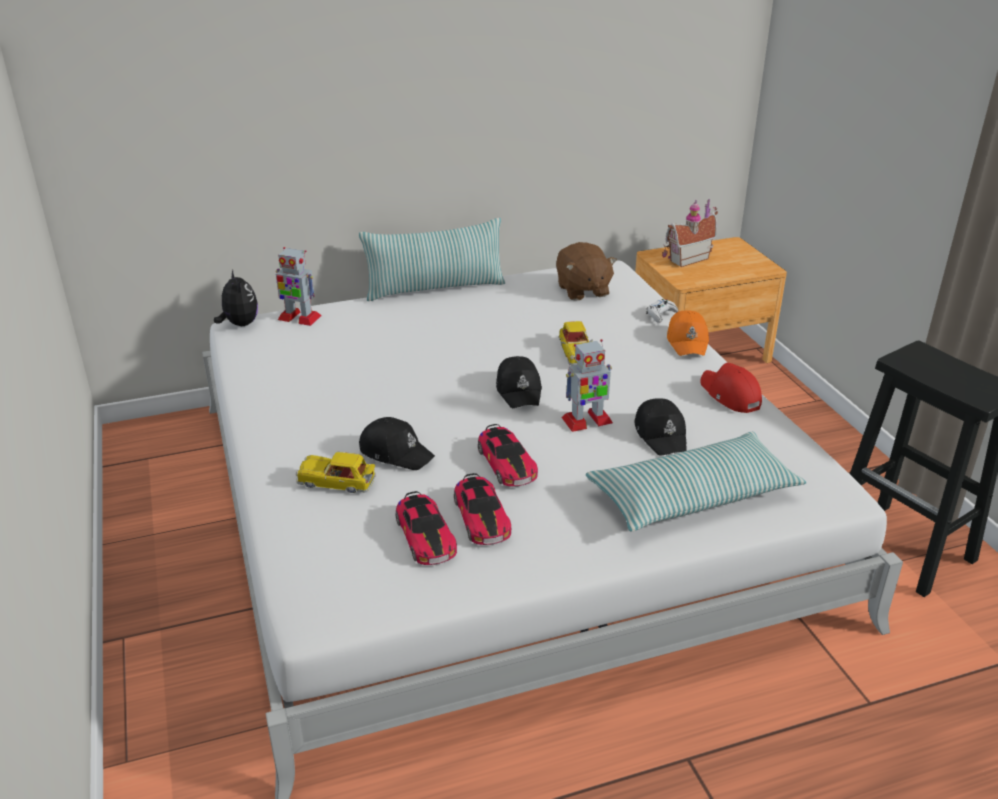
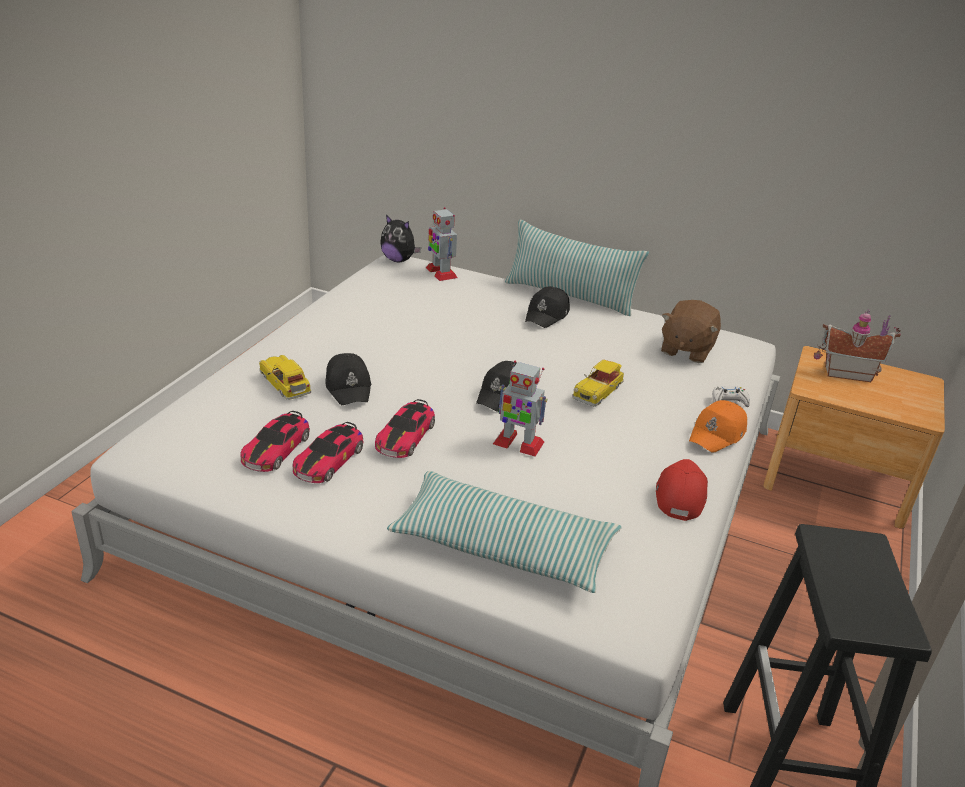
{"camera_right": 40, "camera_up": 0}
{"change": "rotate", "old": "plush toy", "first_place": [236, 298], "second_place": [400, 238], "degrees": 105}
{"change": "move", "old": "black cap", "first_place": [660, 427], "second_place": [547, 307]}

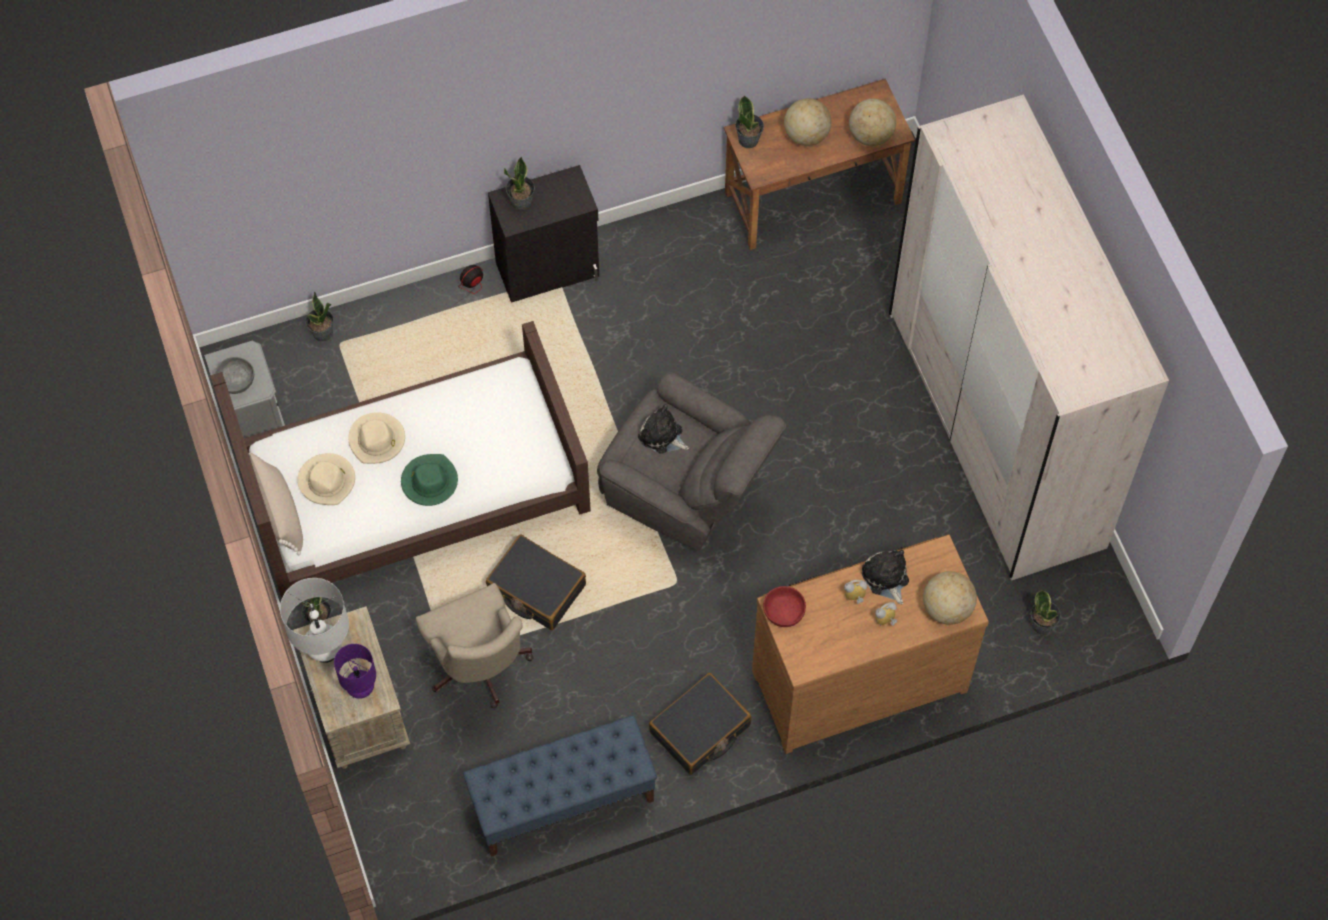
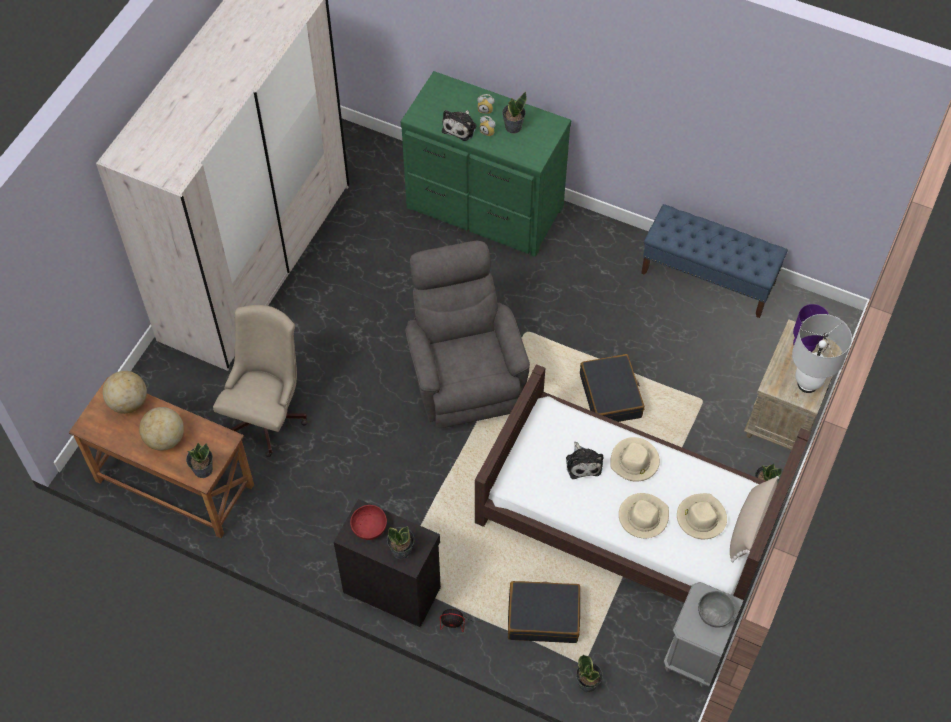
{"camera_right": -135, "camera_up": -5}
{"change": "move", "old": "beige office chair", "first_place": [475, 645], "second_place": [260, 381]}
{"change": "move", "old": "red bowl", "first_place": [784, 606], "second_place": [368, 522]}
{"change": "recolor", "old": "brown dresser", "new": "green dresser", "first_place": [870, 644], "second_place": [486, 164]}
{"change": "move", "old": "potted plant", "first_place": [1046, 612], "second_place": [514, 112]}
{"change": "move", "old": "black suitcase", "first_place": [700, 724], "second_place": [544, 612]}
{"change": "move", "old": "plush toy", "first_place": [663, 429], "second_place": [584, 460]}
{"change": "recolor", "old": "green hat", "new": "beige hat", "first_place": [429, 480], "second_place": [635, 459]}
{"change": "delete", "old": "globe", "first_place": [950, 598]}

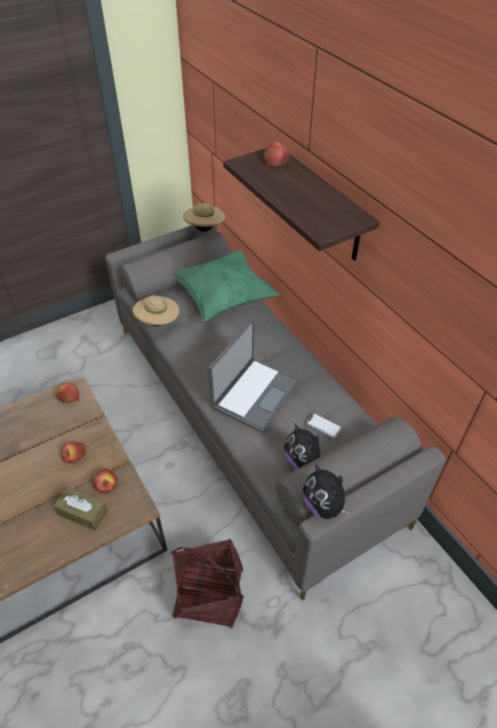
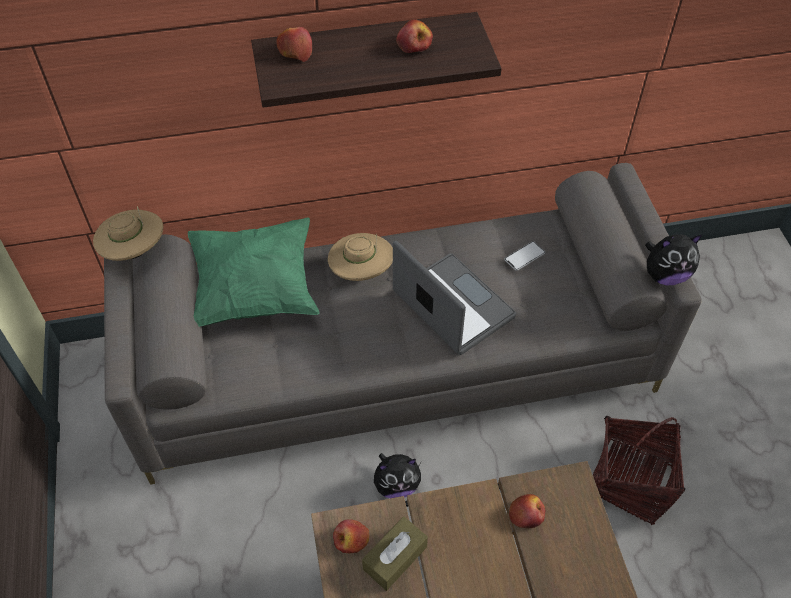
{"camera_right": -70, "camera_up": 5}
{"change": "move", "old": "beige hat", "first_place": [156, 311], "second_place": [360, 257]}
{"change": "move", "old": "brown tissue box", "first_place": [81, 509], "second_place": [395, 553]}
{"change": "move", "old": "plush toy", "first_place": [302, 446], "second_place": [397, 475]}
{"change": "move", "old": "apple", "first_place": [74, 452], "second_place": [414, 36]}

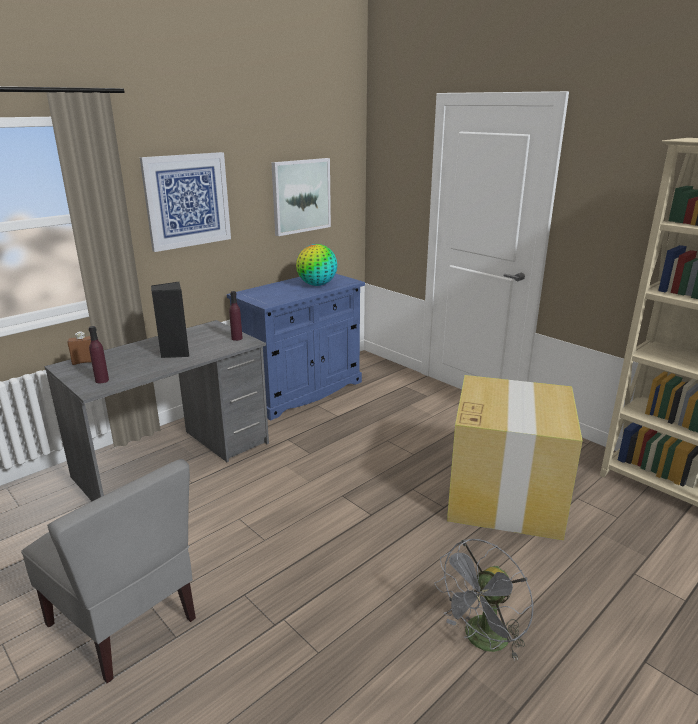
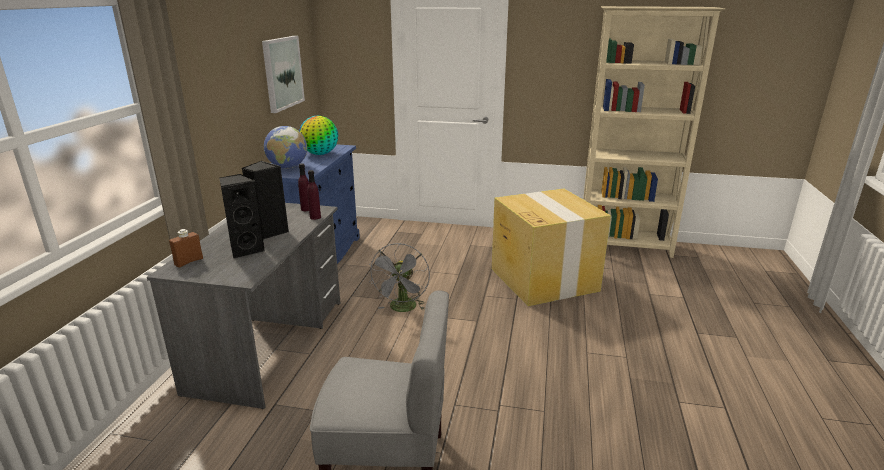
{"camera_right": -35, "camera_up": 0}
{"change": "insert", "new": "black speaker", "second_place": [242, 216]}
{"change": "insert", "new": "globe", "second_place": [285, 147]}
{"change": "move", "old": "purple bottle", "first_place": [99, 355], "second_place": [314, 195]}
{"change": "move", "old": "grey fan", "first_place": [484, 600], "second_place": [399, 277]}
{"change": "delete", "old": "picture", "first_place": [185, 202]}

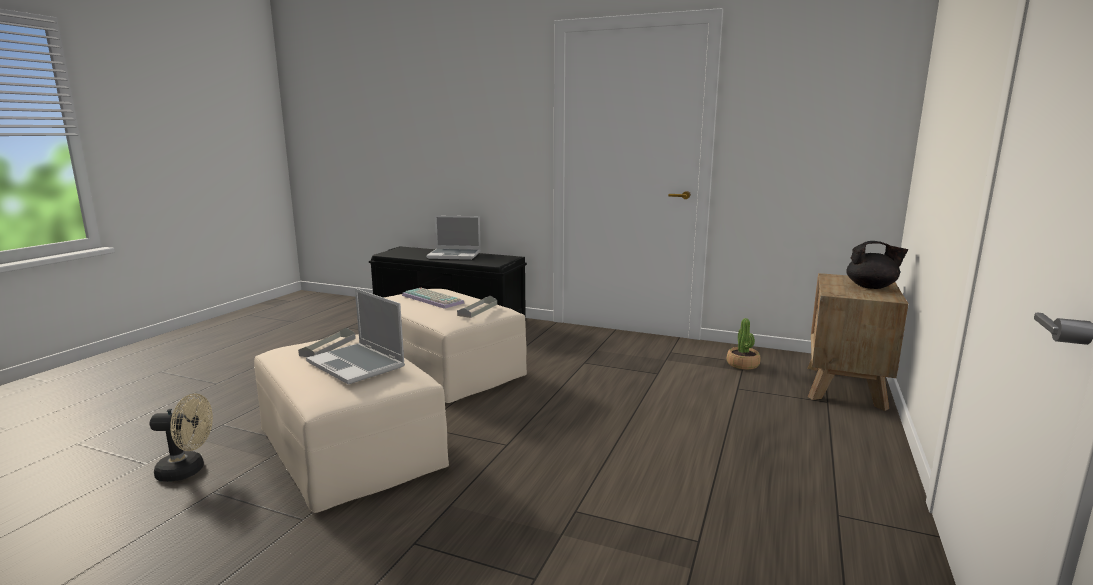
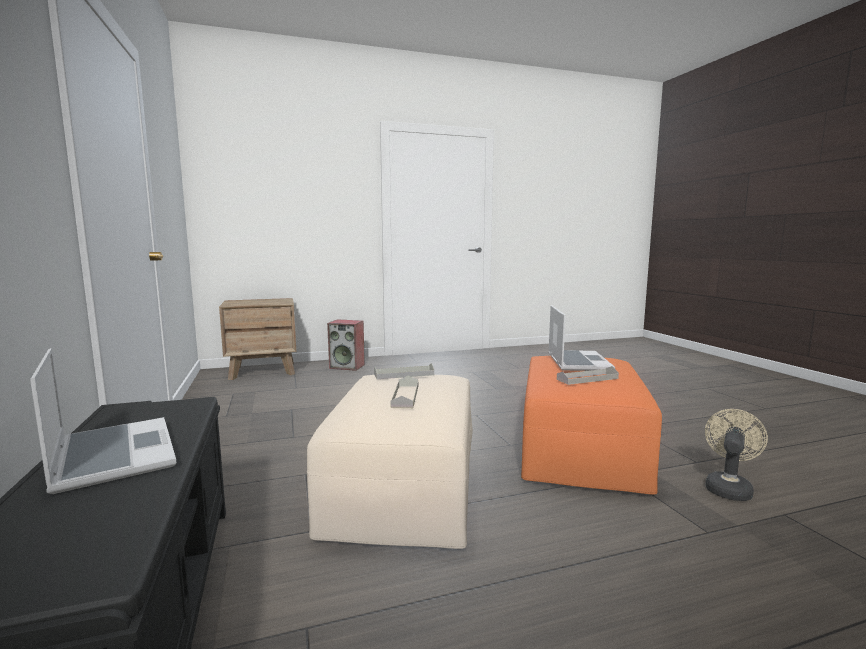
{"camera_right": -130, "camera_up": -5}
{"change": "insert", "new": "speaker", "second_place": [346, 345]}
{"change": "replace", "old": "keyboard", "new": "grey tray", "first_place": [433, 298], "second_place": [404, 391]}
{"change": "recolor", "old": "beige ottoman", "new": "orange ottoman", "first_place": [351, 423], "second_place": [591, 425]}
{"change": "rotate", "old": "beige fan", "first_place": [181, 437], "second_place": [736, 455], "degrees": 75}
{"change": "delete", "old": "potted plant", "first_place": [743, 344]}
{"change": "delete", "old": "black teapot", "first_place": [877, 265]}

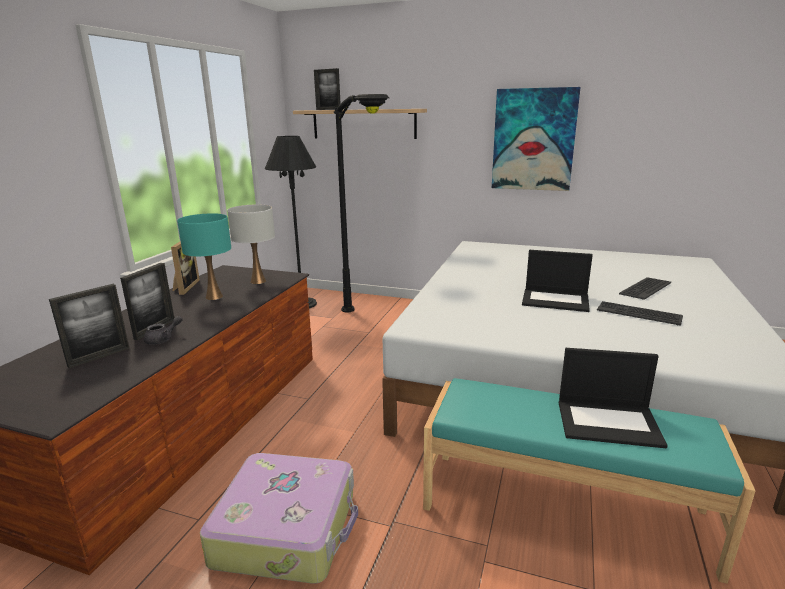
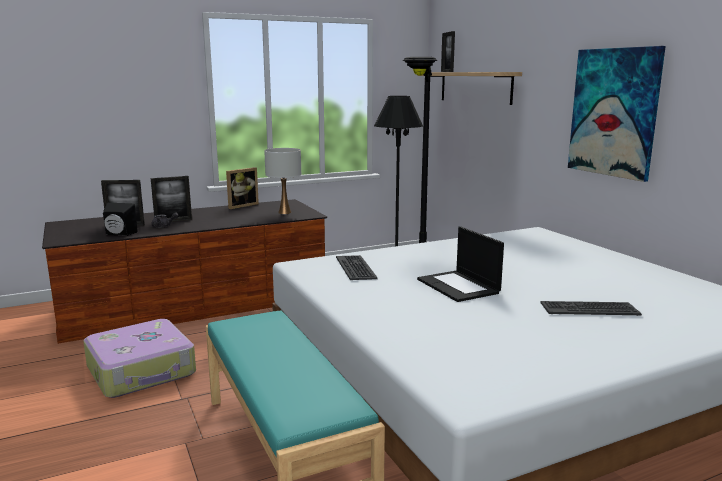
{"camera_right": 45, "camera_up": -5}
{"change": "insert", "new": "black speaker", "second_place": [120, 219]}
{"change": "move", "old": "keyboard", "first_place": [640, 313], "second_place": [357, 267]}
{"change": "delete", "old": "turquoise table lamp", "first_place": [204, 256]}
{"change": "delete", "old": "laptop", "first_place": [613, 398]}

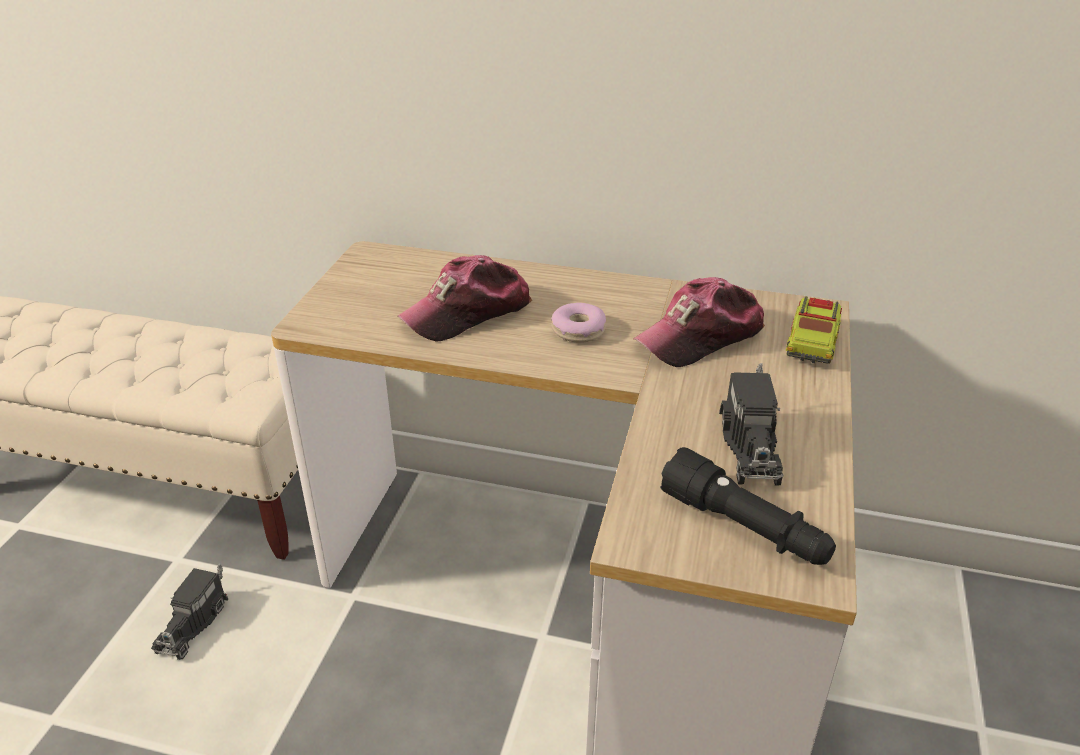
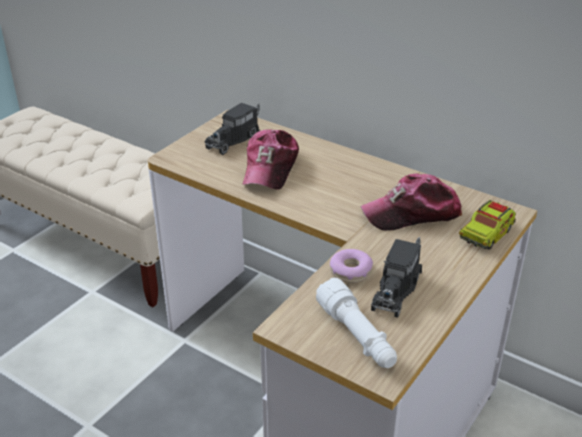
{"camera_right": 20, "camera_up": 0}
{"change": "move", "old": "toy truck", "first_place": [189, 612], "second_place": [232, 129]}
{"change": "rotate", "old": "cap", "first_place": [464, 298], "second_place": [270, 159], "degrees": -60}
{"change": "recolor", "old": "black flashlight", "new": "white flashlight", "first_place": [748, 506], "second_place": [356, 323]}
{"change": "move", "old": "donut", "first_place": [578, 323], "second_place": [351, 266]}

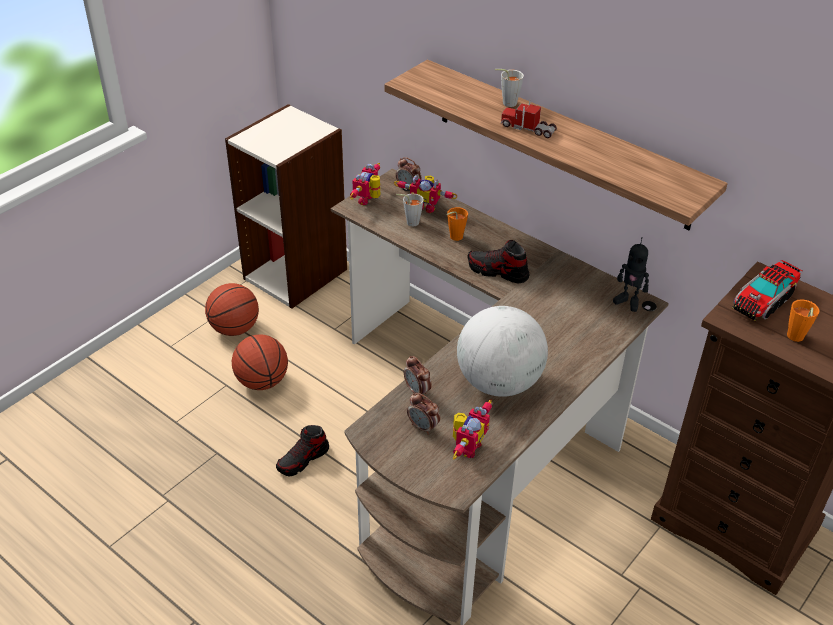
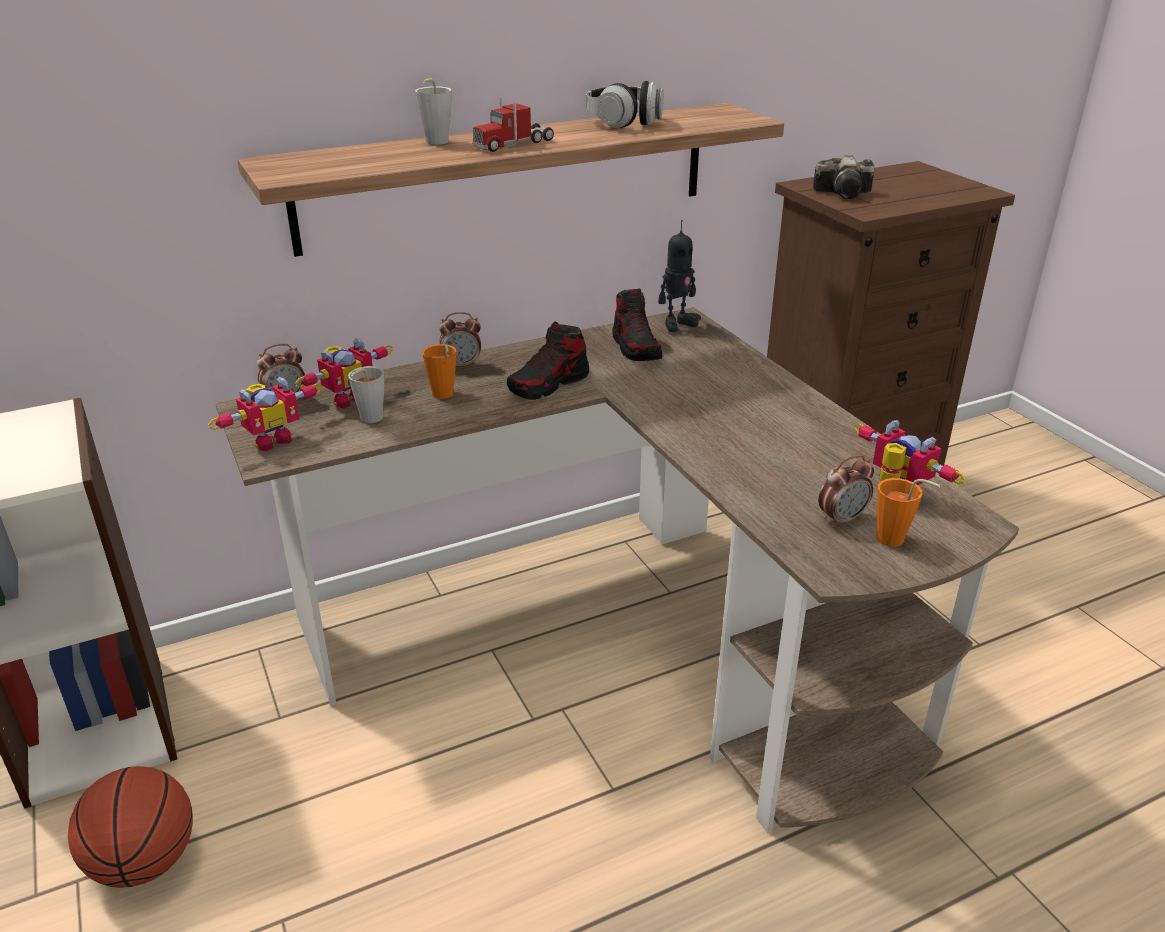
{"camera_right": -65, "camera_up": -10}
{"change": "rotate", "old": "toy robot", "first_place": [365, 184], "second_place": [265, 414], "degrees": -90}
{"change": "move", "old": "alarm clock", "first_place": [418, 375], "second_place": [460, 339]}
{"change": "insert", "new": "headphones", "second_place": [625, 104]}
{"change": "move", "old": "shoe", "first_place": [302, 451], "second_place": [637, 325]}
{"change": "replace", "old": "toy truck", "new": "photo camera", "first_place": [767, 290], "second_place": [844, 177]}
{"change": "move", "old": "orange cup", "first_place": [803, 320], "second_place": [908, 512]}
{"change": "delete", "old": "basketball", "first_place": [260, 362]}
{"change": "delete", "old": "globe", "first_place": [502, 351]}

